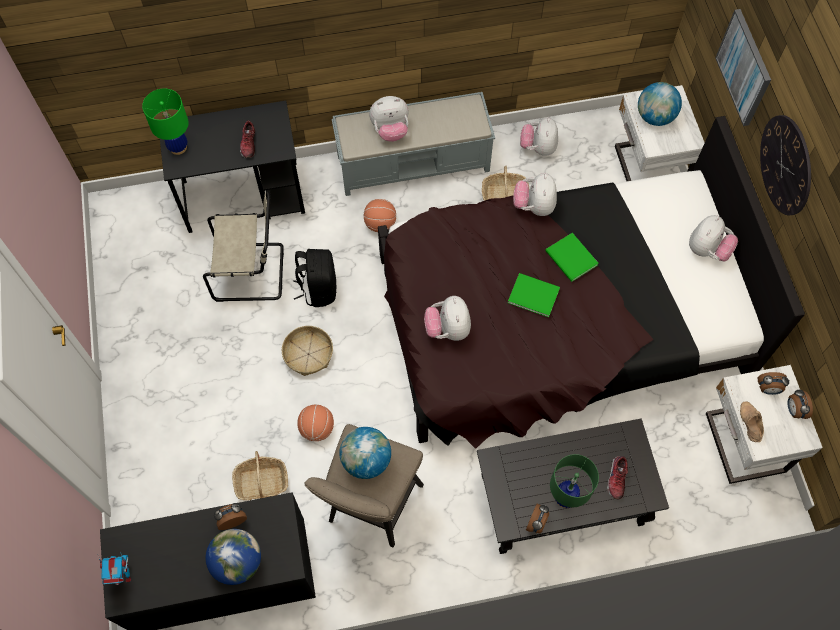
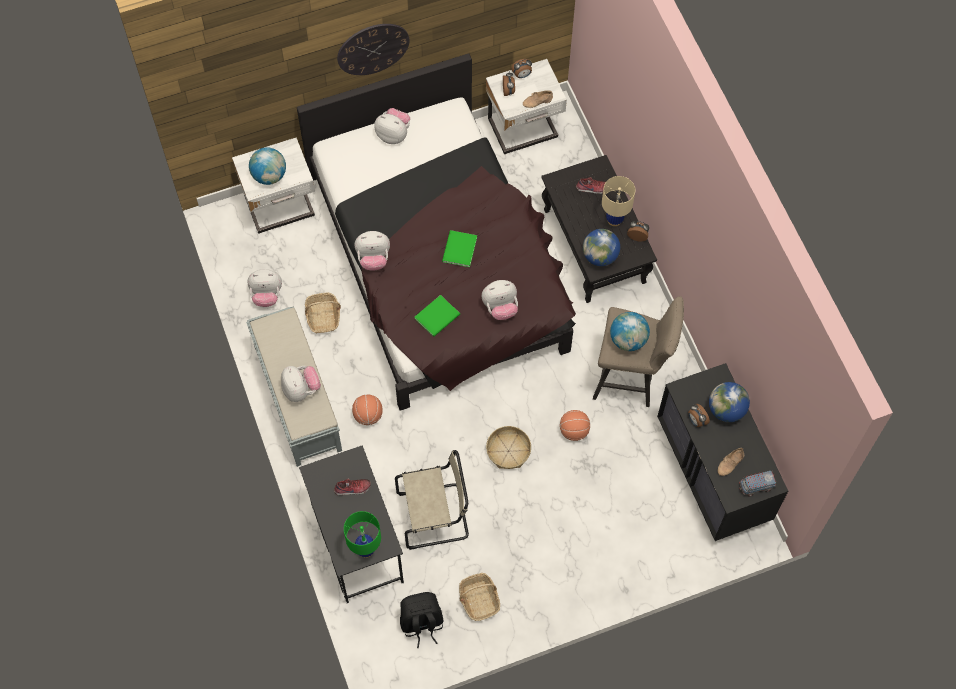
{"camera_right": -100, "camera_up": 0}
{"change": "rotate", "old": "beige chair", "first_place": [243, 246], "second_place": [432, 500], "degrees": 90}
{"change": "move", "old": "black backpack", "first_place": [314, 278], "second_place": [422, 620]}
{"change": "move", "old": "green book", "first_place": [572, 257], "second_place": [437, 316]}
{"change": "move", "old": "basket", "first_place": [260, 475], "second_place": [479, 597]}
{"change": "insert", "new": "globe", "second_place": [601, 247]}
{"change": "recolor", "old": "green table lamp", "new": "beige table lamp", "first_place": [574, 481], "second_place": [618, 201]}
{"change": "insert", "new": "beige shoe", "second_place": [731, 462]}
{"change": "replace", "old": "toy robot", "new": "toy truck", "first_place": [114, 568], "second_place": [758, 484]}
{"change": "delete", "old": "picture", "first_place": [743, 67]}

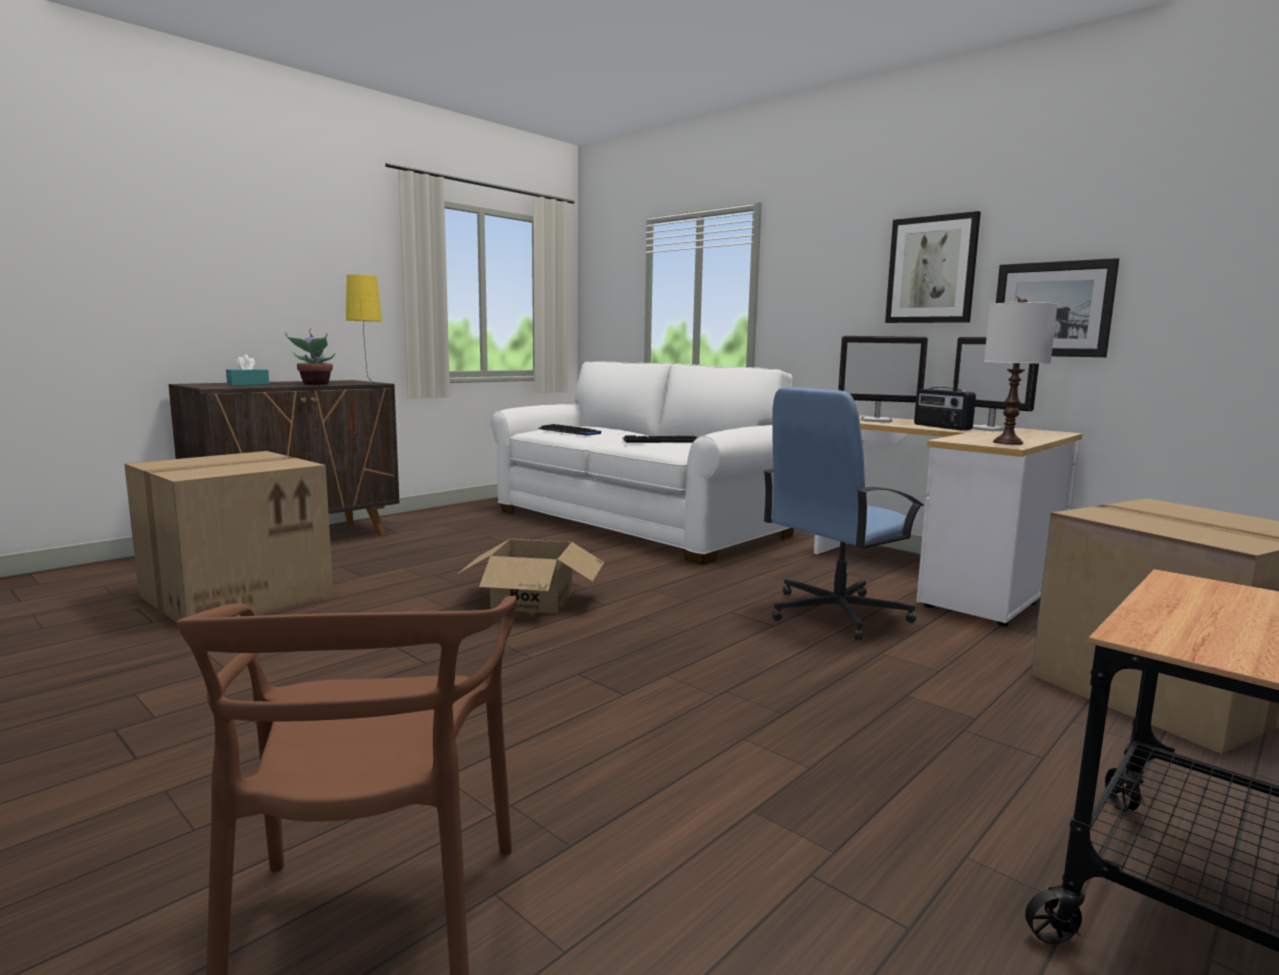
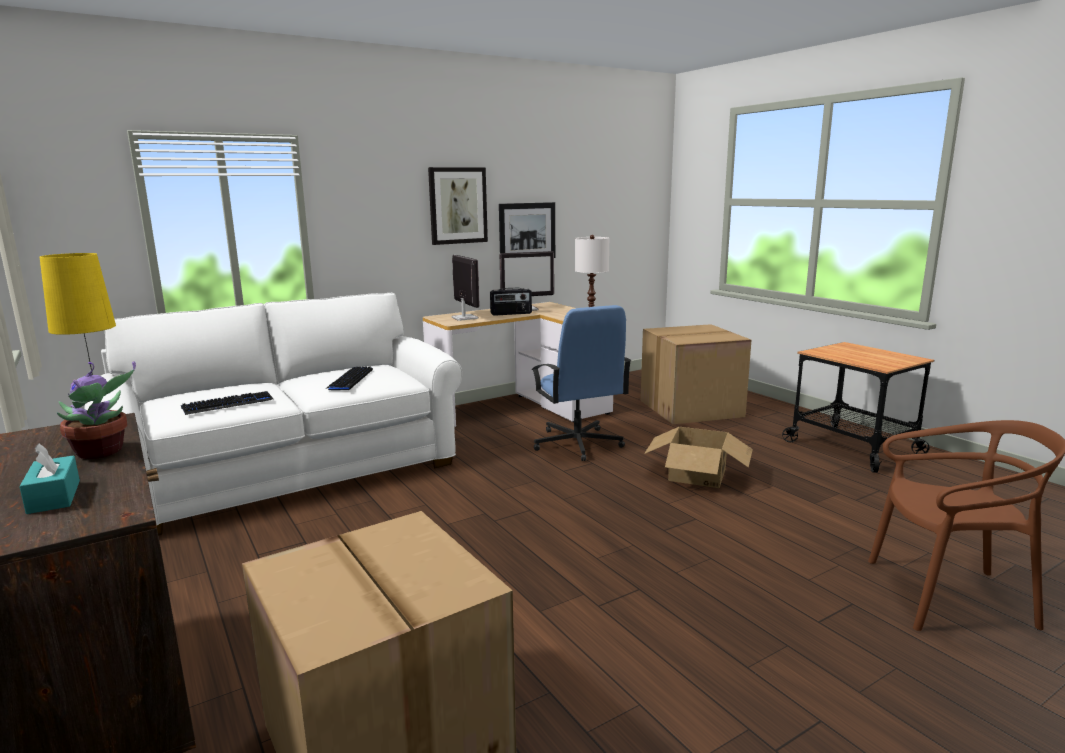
{"camera_right": -75, "camera_up": 5}
{"change": "rotate", "old": "monitor", "first_place": [883, 379], "second_place": [466, 288], "degrees": -60}
{"change": "move", "old": "cardboard box", "first_place": [531, 576], "second_place": [698, 457]}

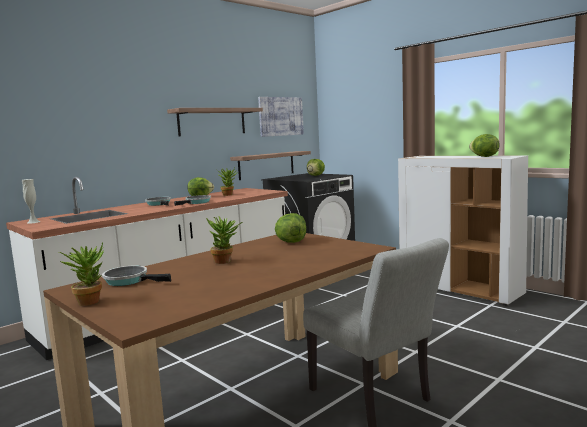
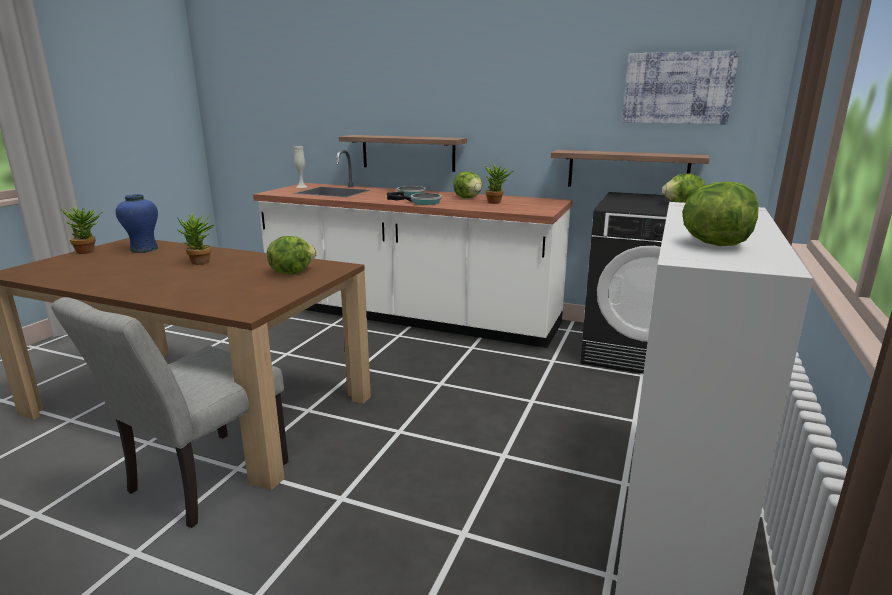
{"camera_right": 65, "camera_up": 10}
{"change": "replace", "old": "frying pan", "new": "blue vase", "first_place": [136, 275], "second_place": [137, 223]}
{"change": "move", "old": "shelf", "first_place": [215, 122], "second_place": [403, 153]}

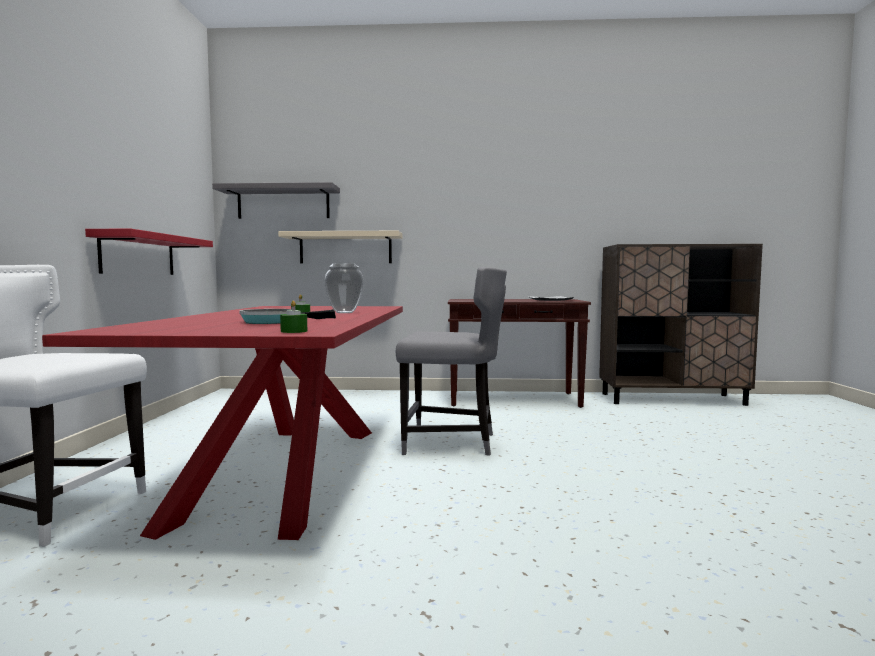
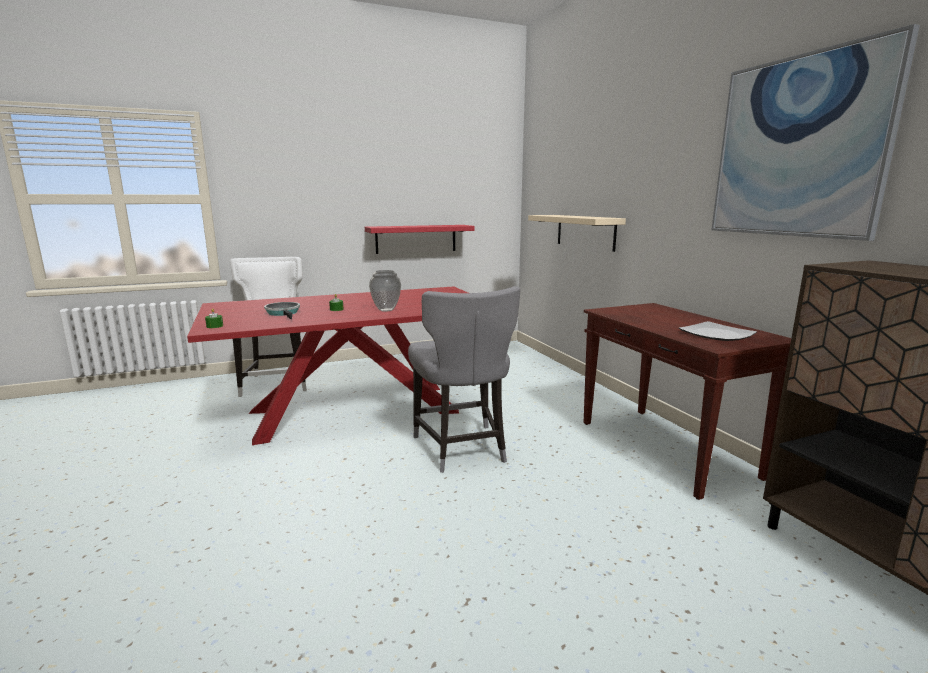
{"camera_right": 65, "camera_up": 10}
{"change": "insert", "new": "picture", "second_place": [815, 132]}
{"change": "delete", "old": "grey shelf", "first_place": [276, 200]}

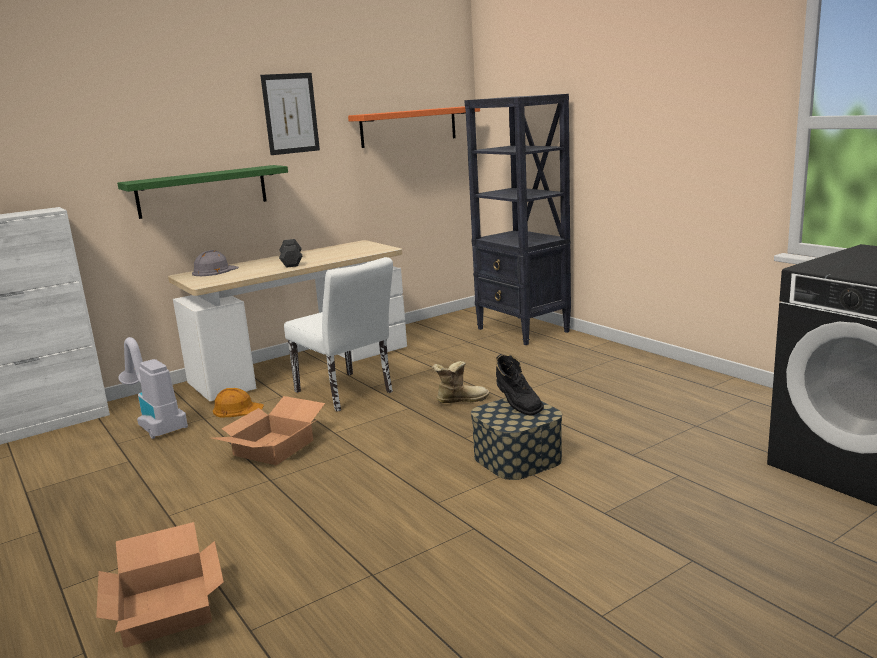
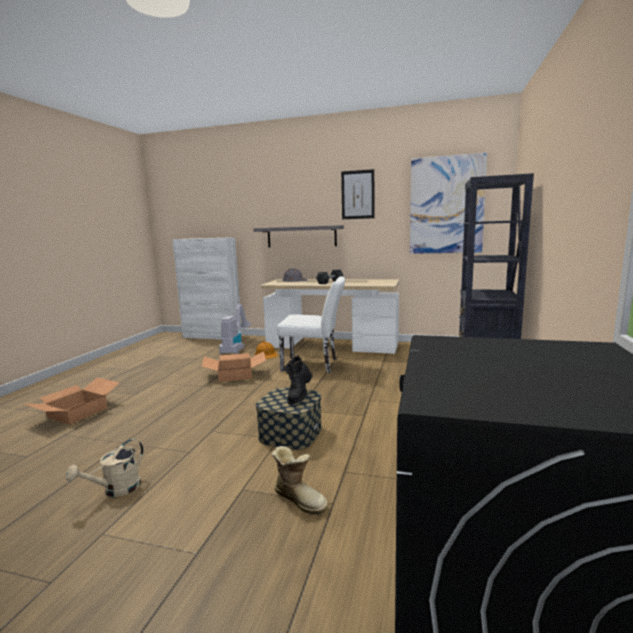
{"camera_right": 50, "camera_up": -5}
{"change": "insert", "new": "beige watering can", "second_place": [105, 468]}
{"change": "recolor", "old": "green shelf", "new": "grey shelf", "first_place": [202, 192], "second_place": [298, 236]}
{"change": "move", "old": "boot", "first_place": [461, 382], "second_place": [300, 480]}
{"change": "rotate", "old": "white chair", "first_place": [338, 334], "second_place": [311, 324], "degrees": -90}
{"change": "replace", "old": "orange shelf", "new": "picture", "first_place": [414, 127], "second_place": [448, 203]}

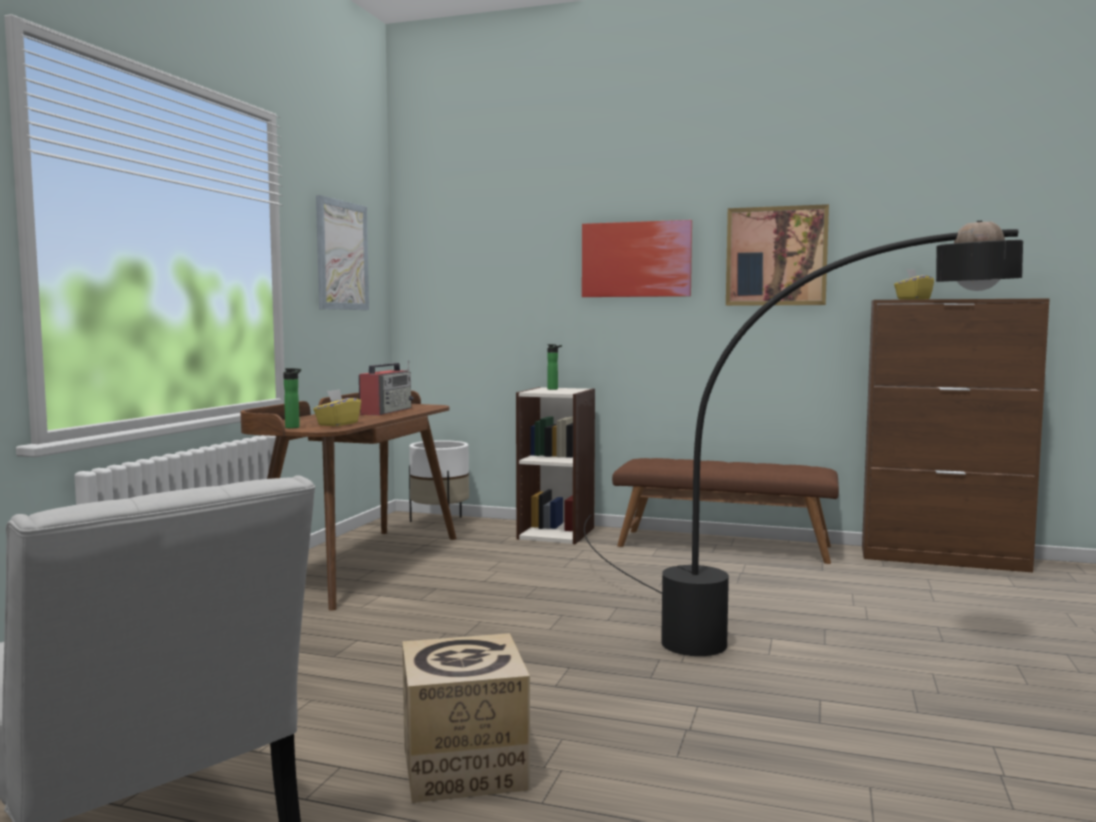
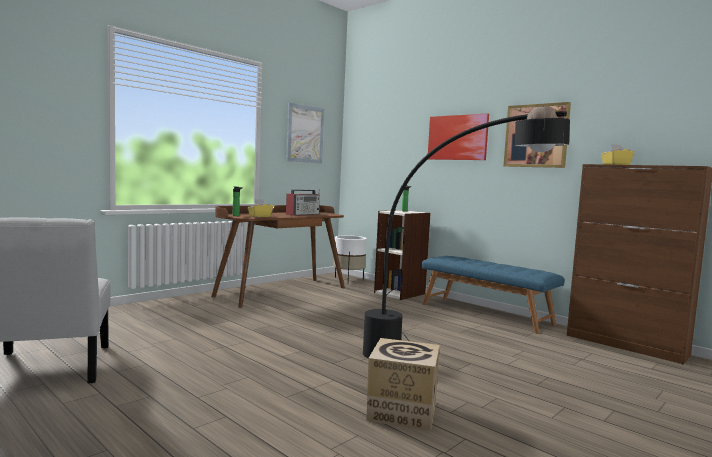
{"camera_right": 25, "camera_up": 0}
{"change": "move", "old": "cardboard box", "first_place": [466, 718], "second_place": [403, 385]}
{"change": "recolor", "old": "brown bench", "new": "blue bench", "first_place": [725, 511], "second_place": [493, 295]}

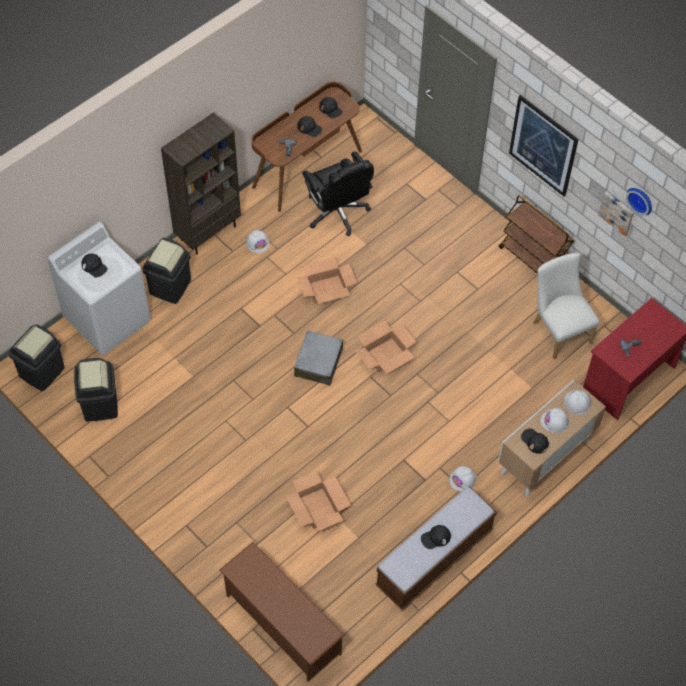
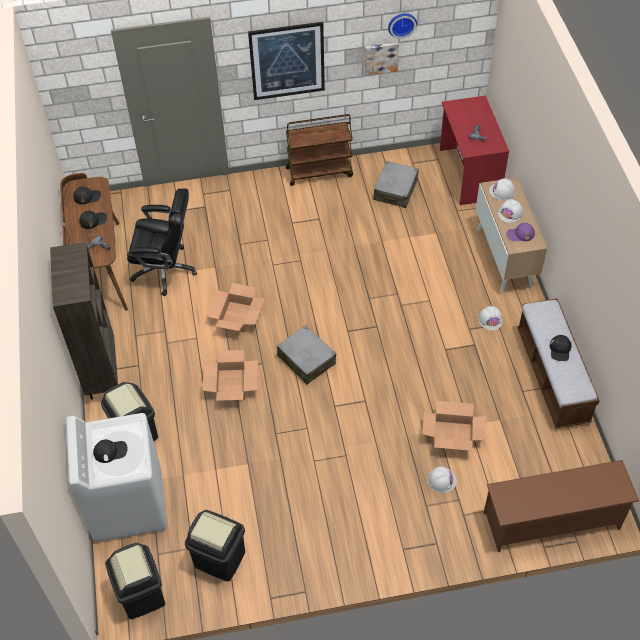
{"camera_right": -55, "camera_up": -5}
{"change": "move", "old": "cardboard box", "first_place": [386, 347], "second_place": [230, 375]}
{"change": "replace", "old": "white chair", "new": "grey suitcase", "first_place": [566, 306], "second_place": [396, 184]}
{"change": "move", "old": "white hard hat", "first_place": [258, 241], "second_place": [442, 480]}
{"change": "recolor", "old": "black cap", "new": "purple cap", "first_place": [535, 441], "second_place": [521, 232]}

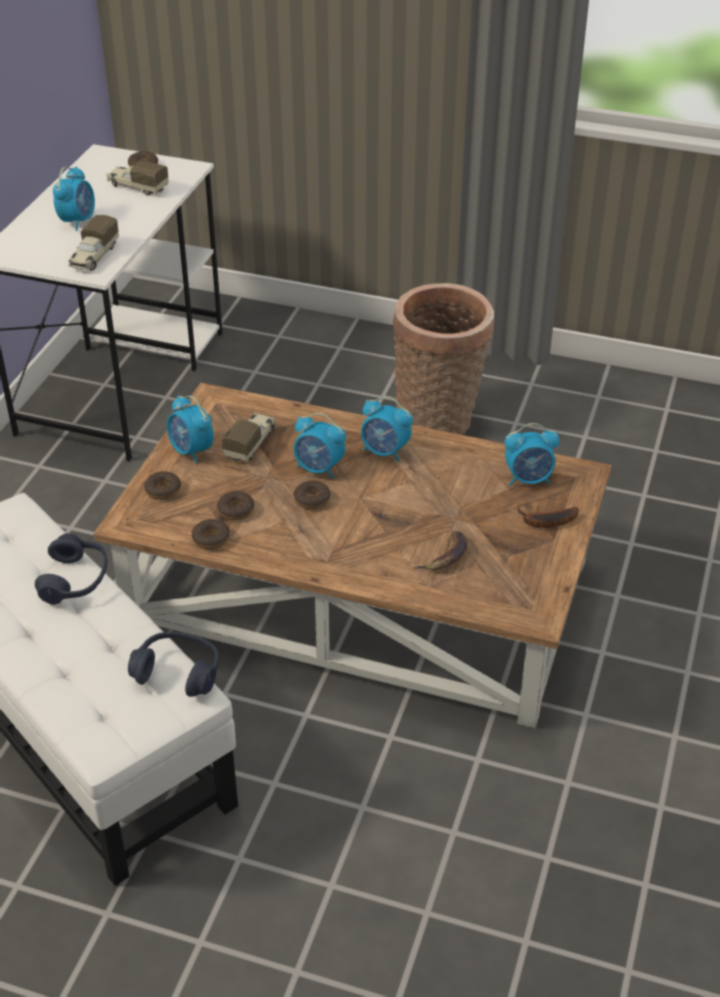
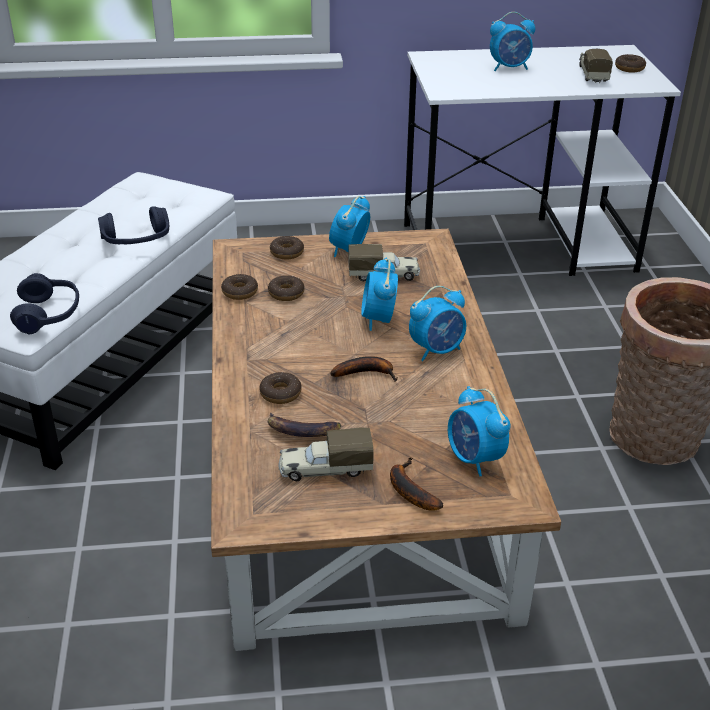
{"camera_right": 65, "camera_up": -5}
{"change": "move", "old": "donut", "first_place": [312, 495], "second_place": [280, 388]}
{"change": "move", "old": "toy truck", "first_place": [94, 243], "second_place": [326, 454]}
{"change": "insert", "new": "banana", "second_place": [364, 369]}
{"change": "rotate", "old": "alarm clock", "first_place": [387, 429], "second_place": [437, 323], "degrees": -120}

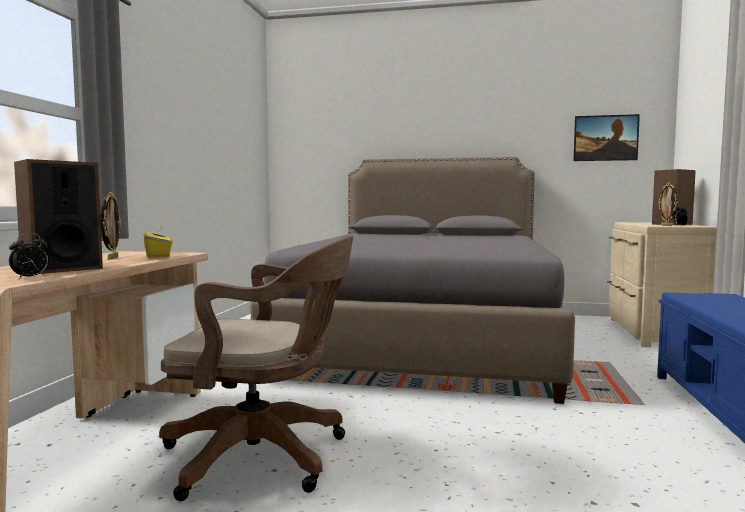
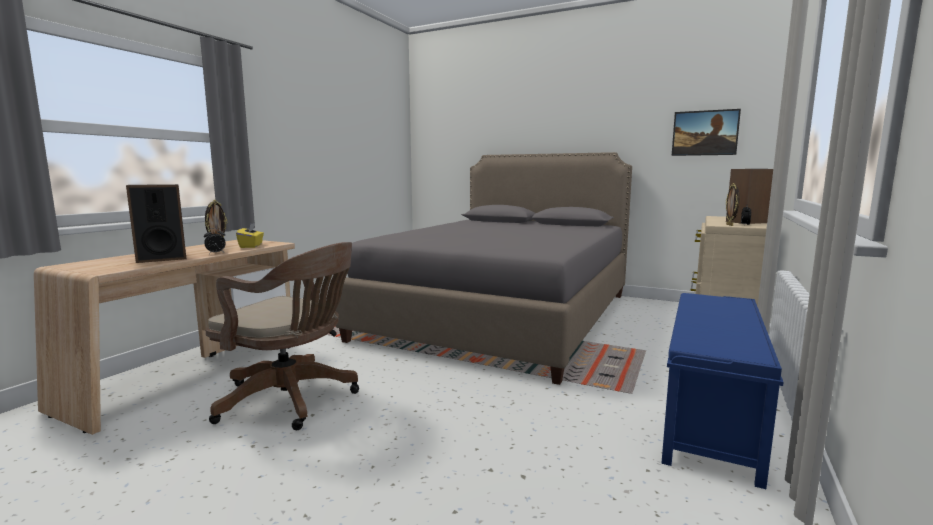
{"camera_right": 15, "camera_up": 5}
{"change": "move", "old": "alarm clock", "first_place": [29, 256], "second_place": [215, 241]}

